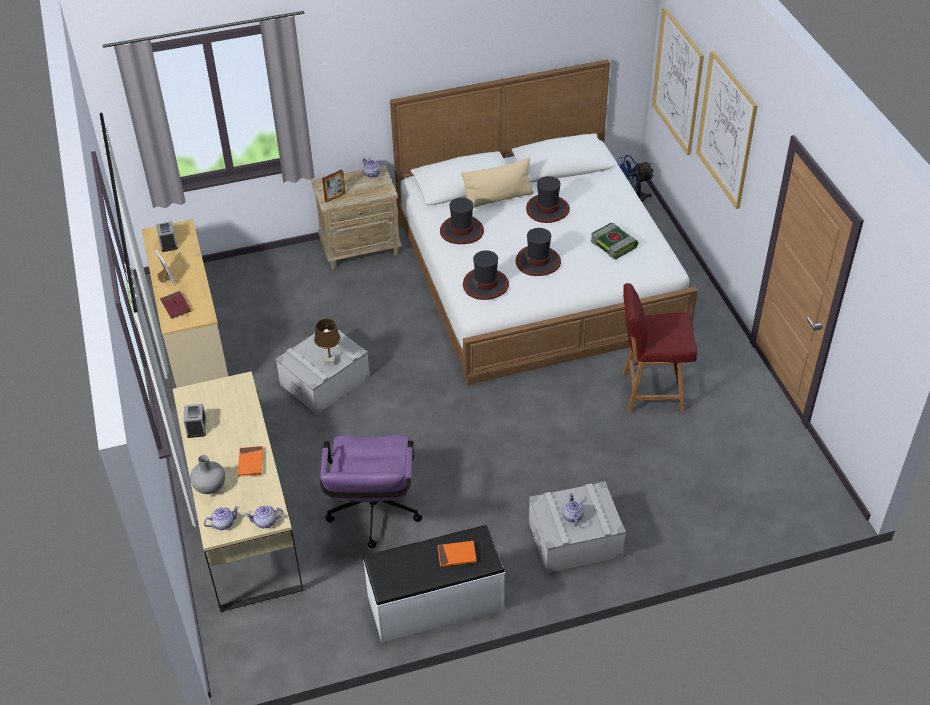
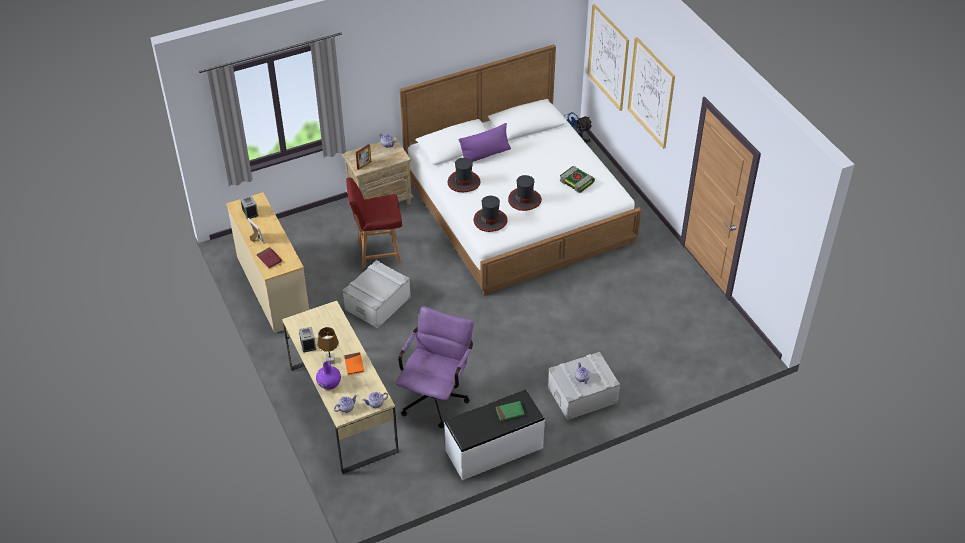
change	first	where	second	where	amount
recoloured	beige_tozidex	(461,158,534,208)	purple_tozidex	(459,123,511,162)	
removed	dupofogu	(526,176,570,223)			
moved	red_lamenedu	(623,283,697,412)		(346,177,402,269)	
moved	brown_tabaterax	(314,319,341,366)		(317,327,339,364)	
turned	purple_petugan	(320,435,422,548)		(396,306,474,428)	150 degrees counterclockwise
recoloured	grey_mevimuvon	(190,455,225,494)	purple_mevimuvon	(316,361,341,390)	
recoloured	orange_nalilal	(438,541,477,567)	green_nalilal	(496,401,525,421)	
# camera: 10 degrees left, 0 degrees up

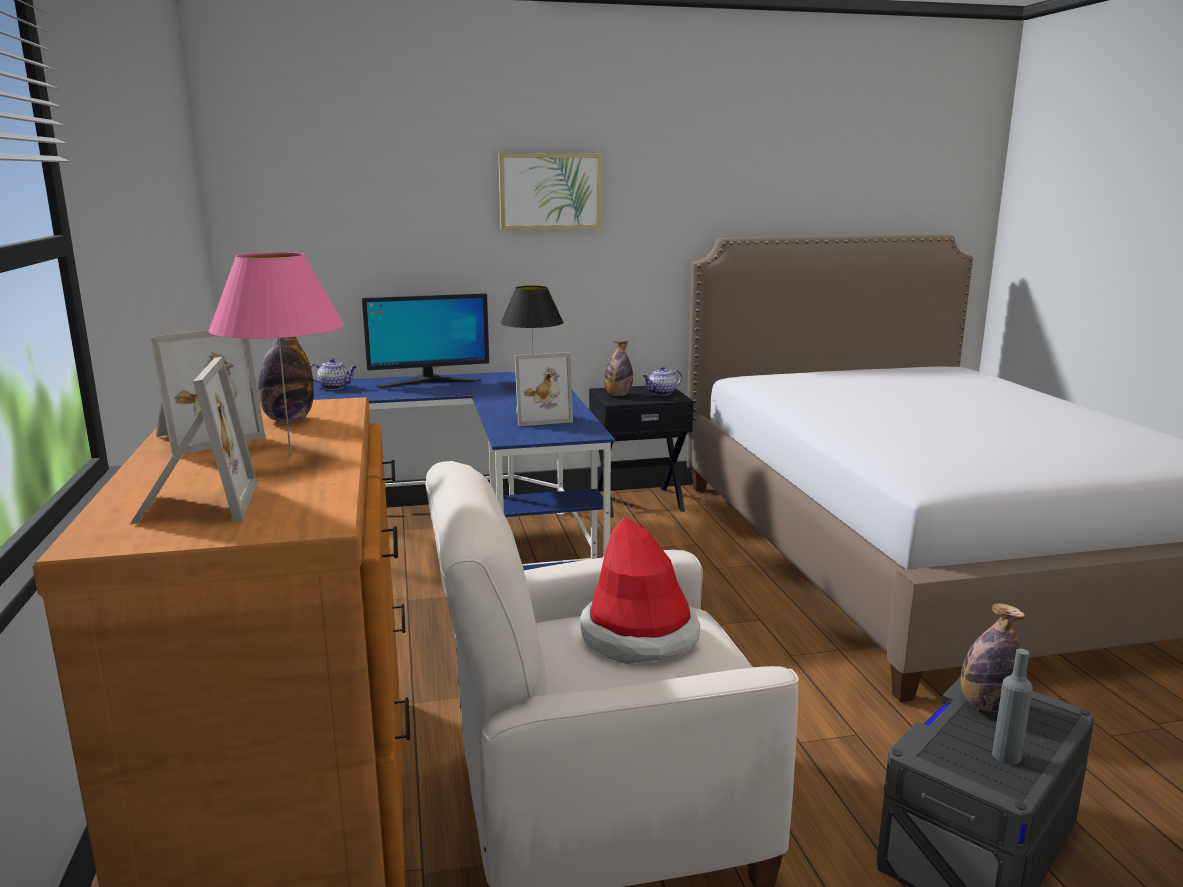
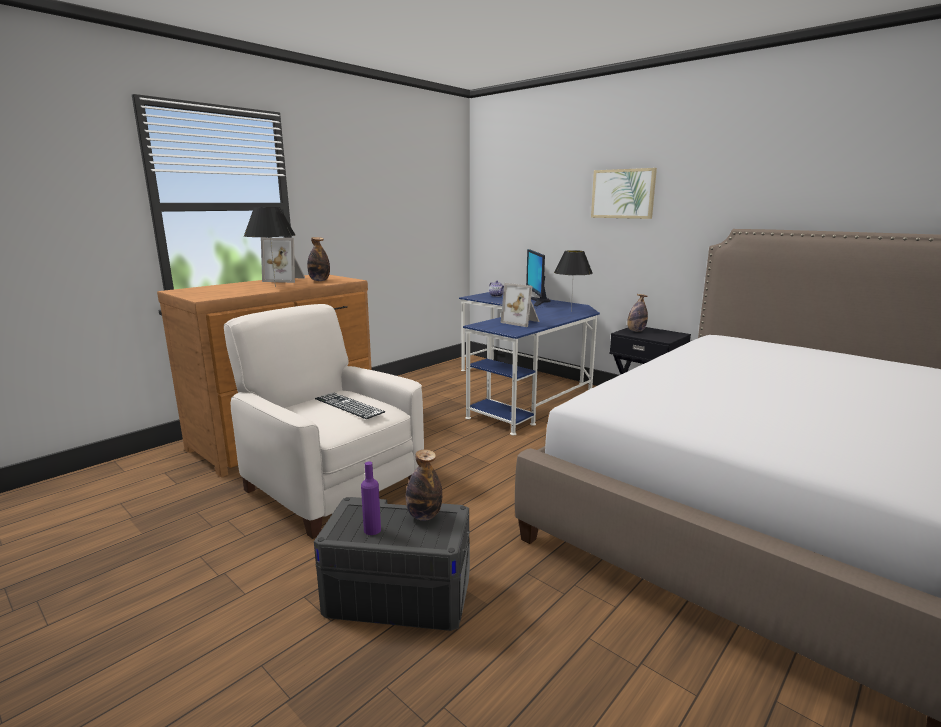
change	first	where	second	where	amount
recoloured	pink_tabaterax	(208,252,344,456)	black_tabaterax	(244,207,295,287)	
turned	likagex	(362,293,489,388)		(526,249,551,306)	45 degrees clockwise
removed	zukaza	(130,356,258,524)			
removed	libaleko	(643,366,682,395)			
replaced	dupofogu	(580,517,700,664)	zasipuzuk	(315,392,385,419)	
recoloured	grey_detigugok	(992,649,1033,765)	purple_detigugok	(361,462,381,535)	
# camera: 55 degrees right, 0 degrees up

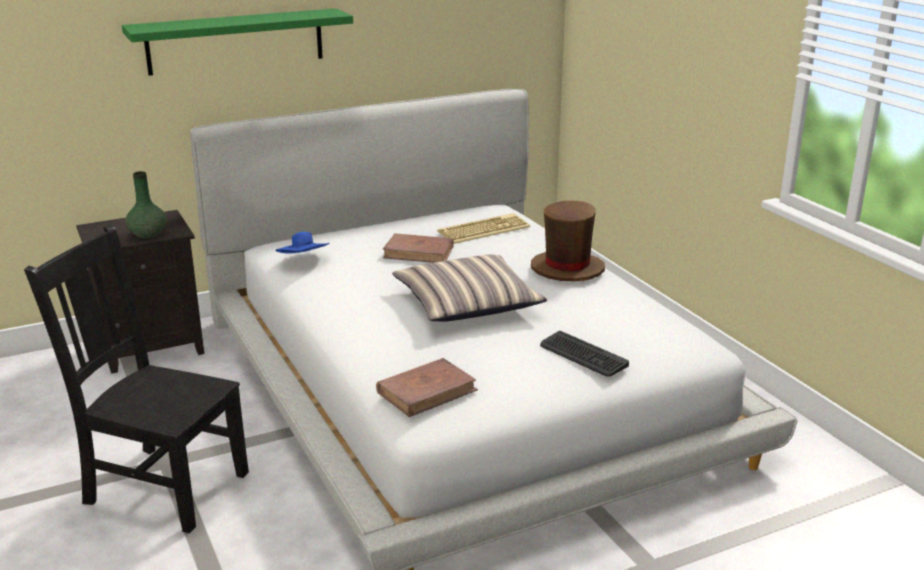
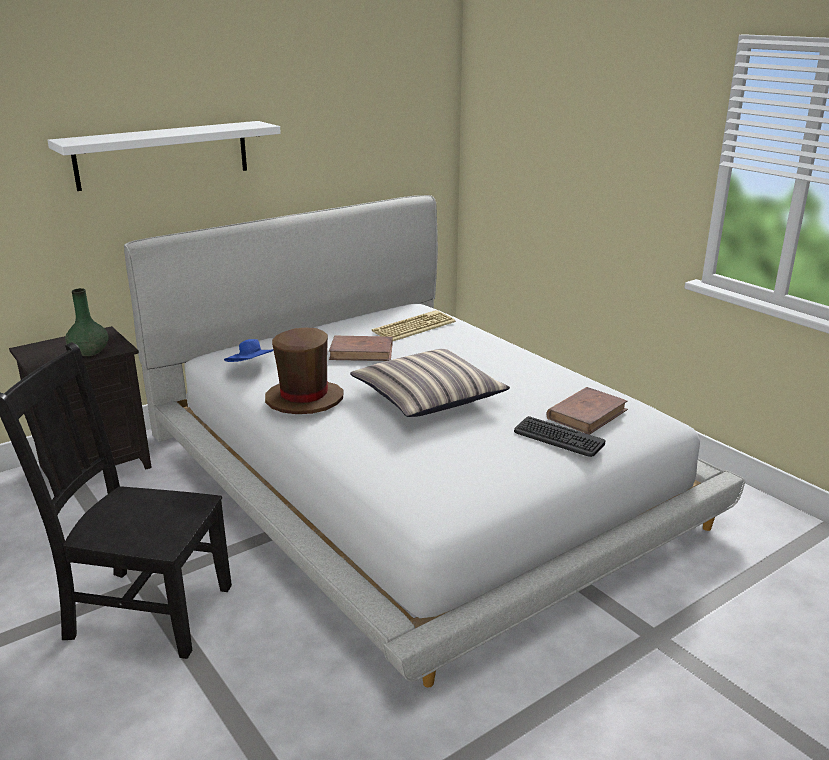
change	first	where	second	where	amount
recoloured	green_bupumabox	(122,8,353,76)	white_bupumabox	(47,121,281,191)	
moved	brown_dupofogu	(531,201,605,282)		(265,328,343,414)	
moved	brown_nalilal	(376,358,478,417)		(547,387,628,435)	
# camera: 10 degrees left, 0 degrees up

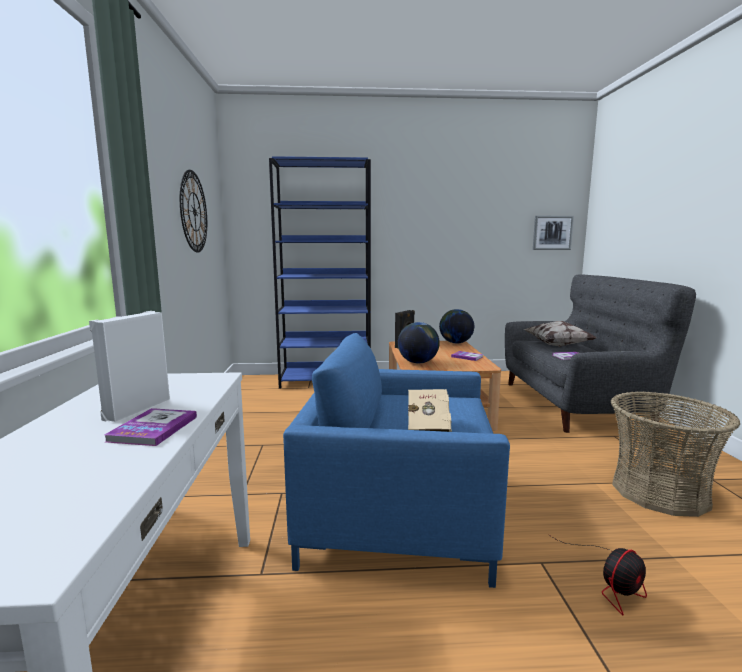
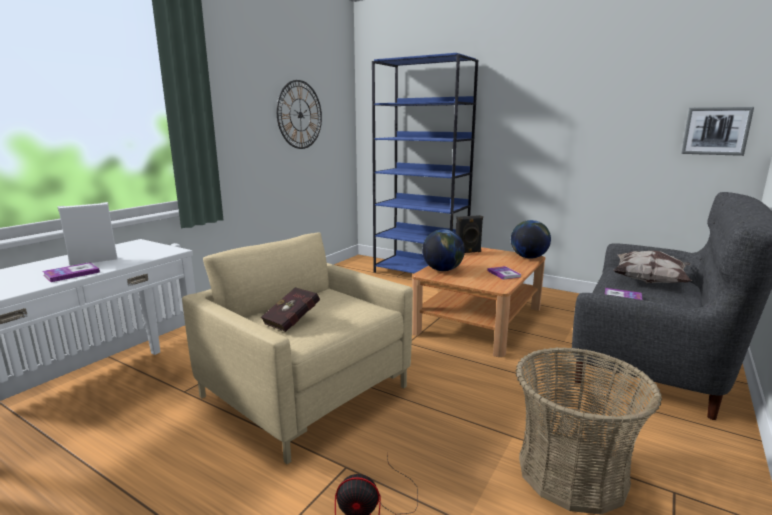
change	first	where	second	where	amount
recoloured	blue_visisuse	(283,333,510,588)	beige_visisuse	(182,232,413,464)	
recoloured	beige_nalilal	(408,389,452,432)	red_nalilal	(261,287,320,332)	
# camera: 35 degrees right, 5 degrees up

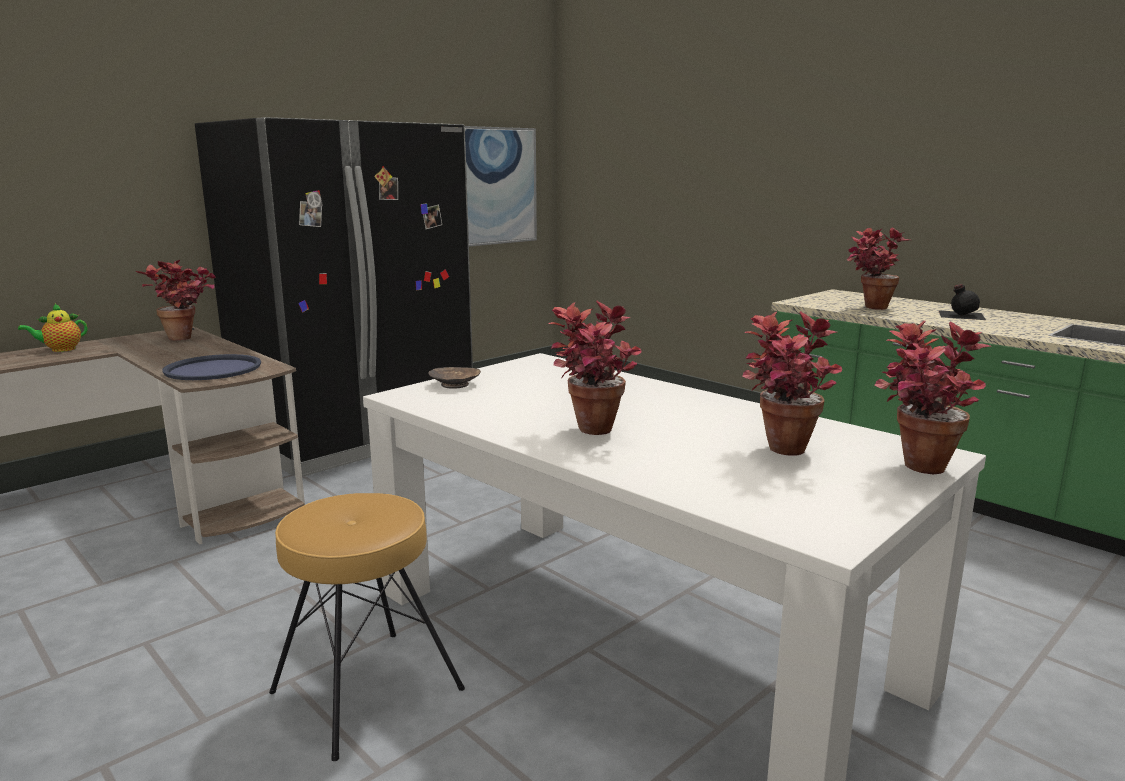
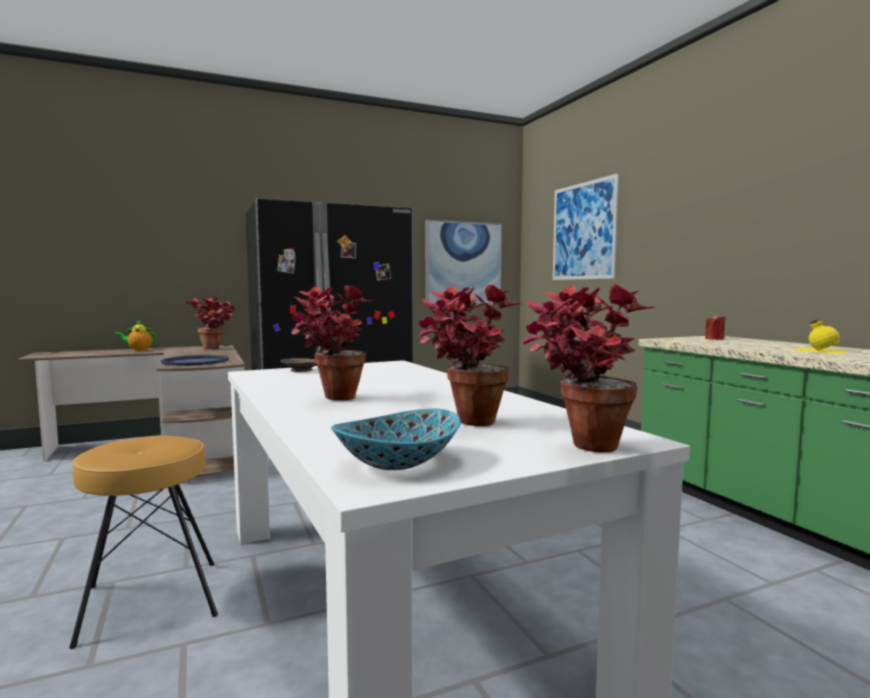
change	first	where	second	where	amount
removed	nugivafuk	(847,227,910,310)			
recoloured	black_detigugok	(938,284,986,320)	yellow_detigugok	(794,320,847,354)	
added			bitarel	(553,173,619,280)	
added			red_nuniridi	(705,314,726,340)	
added			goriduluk	(331,409,461,470)	
# camera: 20 degrees right, 10 degrees down

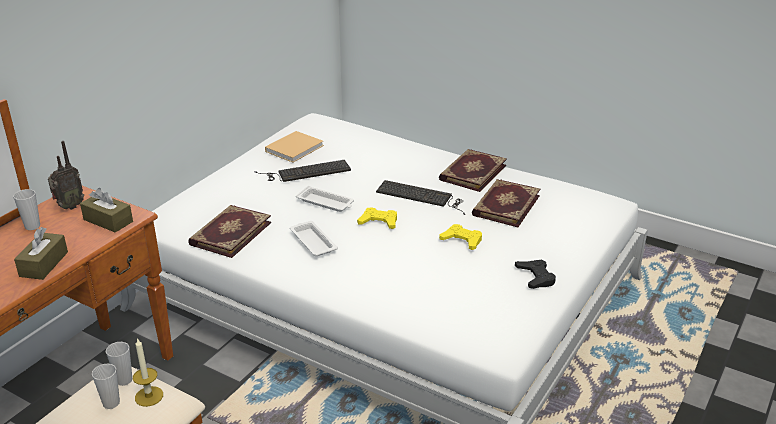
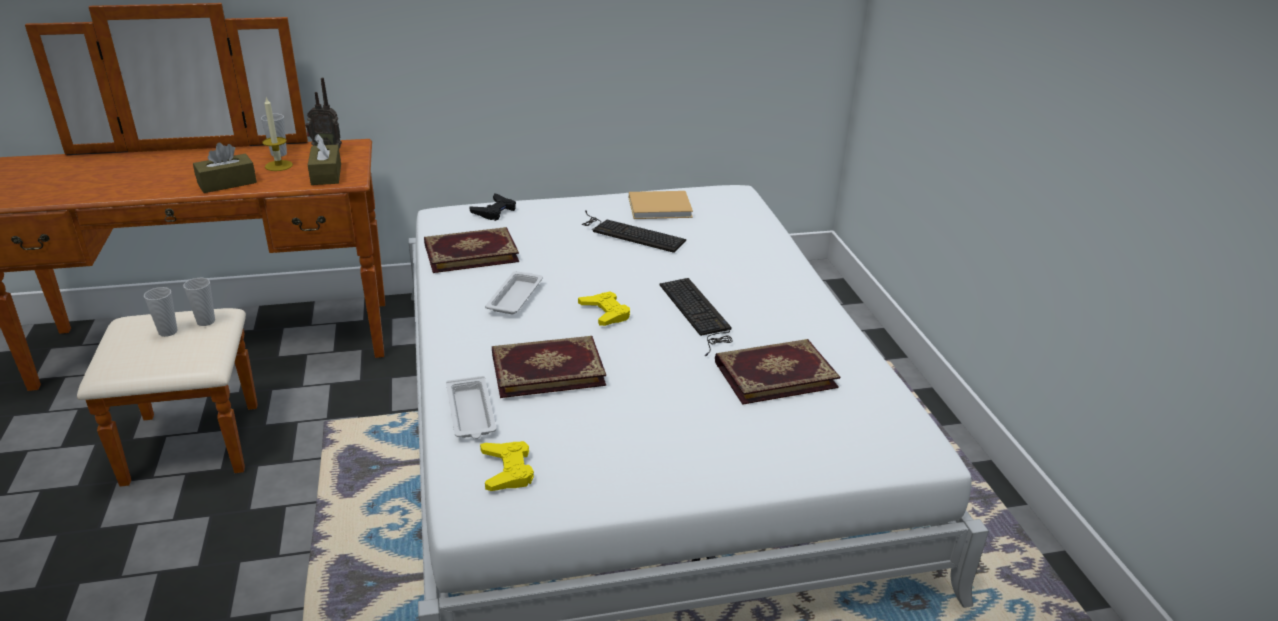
change	first	where	second	where	amount
moved	nalilal	(439,149,507,192)		(492,336,606,398)	
moved	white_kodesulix	(296,186,354,212)		(446,376,496,439)	
moved	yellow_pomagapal	(439,224,482,250)		(480,441,534,491)	
moved	black_pomagapal	(515,260,556,289)		(469,193,516,221)	
moved	nuniridi	(133,338,163,407)		(262,97,293,171)	
# camera: 45 degrees right, 0 degrees up

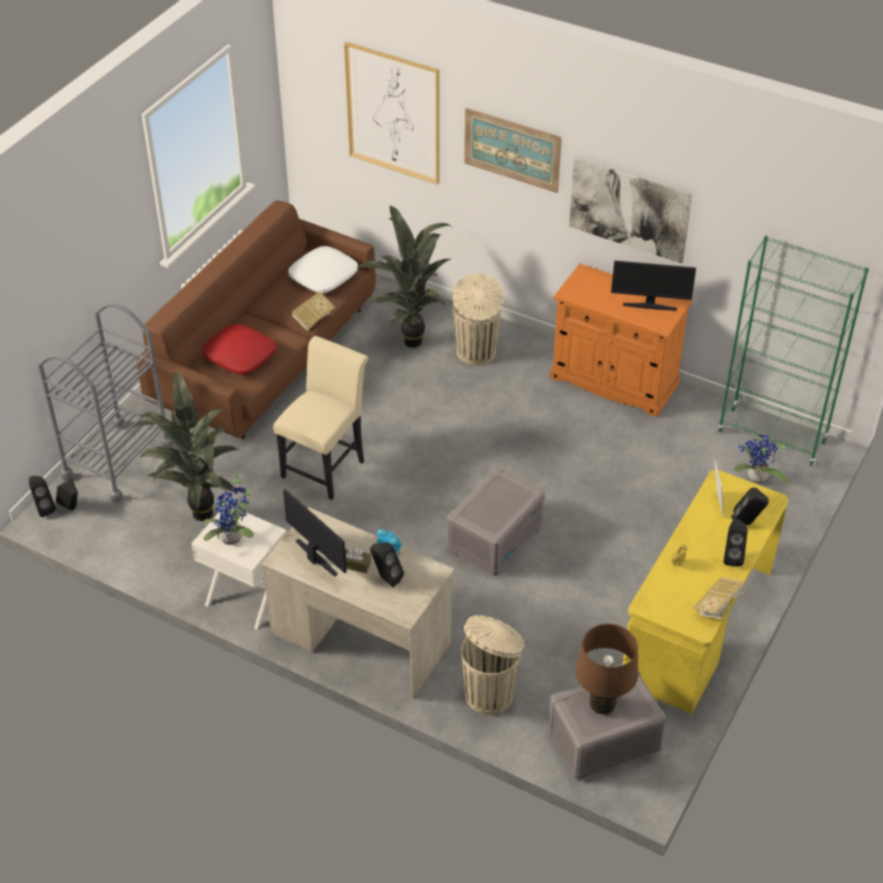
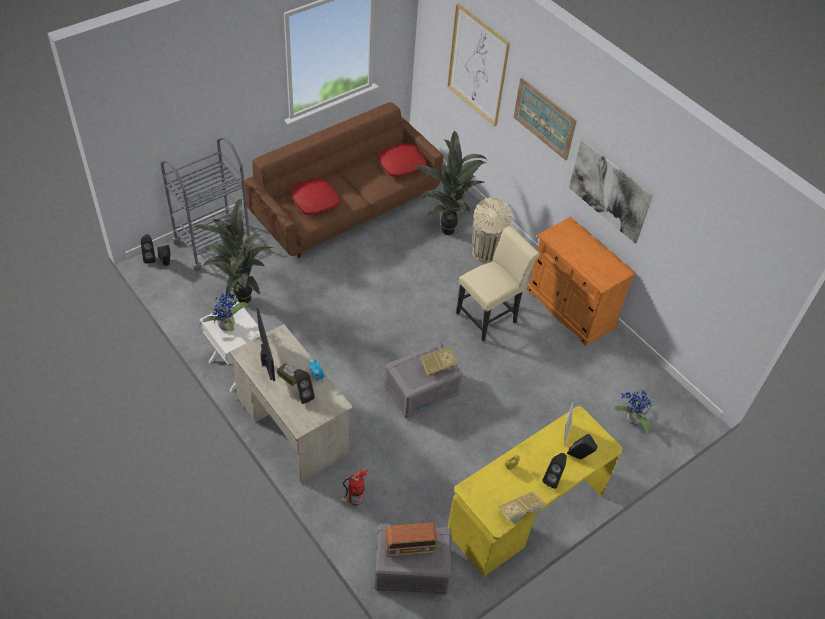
change	first	where	second	where	amount
removed	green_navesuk	(717,236,869,466)			
recoloured	white_tozidex	(288,246,358,293)	red_tozidex	(377,144,427,177)	
removed	likagex	(611,260,696,311)			
moved	nalilal	(292,291,336,330)		(420,346,458,375)	
moved	beige_lamenedu	(273,336,368,500)		(456,226,540,341)	
replaced	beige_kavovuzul	(461,615,525,715)	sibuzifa	(342,469,368,506)	
replaced	brown_tabaterax	(575,624,638,715)	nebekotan	(386,522,437,556)	
# camera: 20 degrees right, 5 degrees up

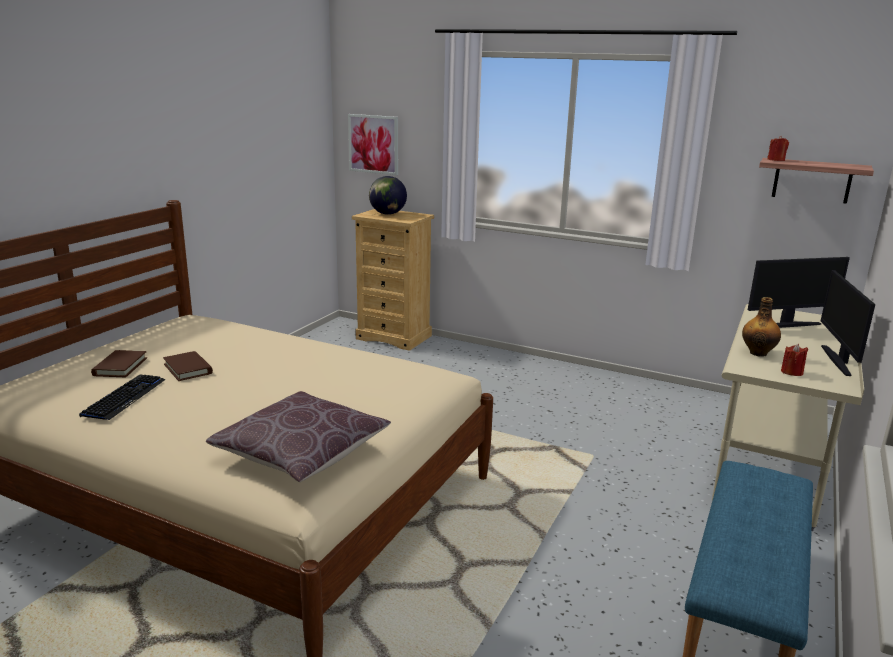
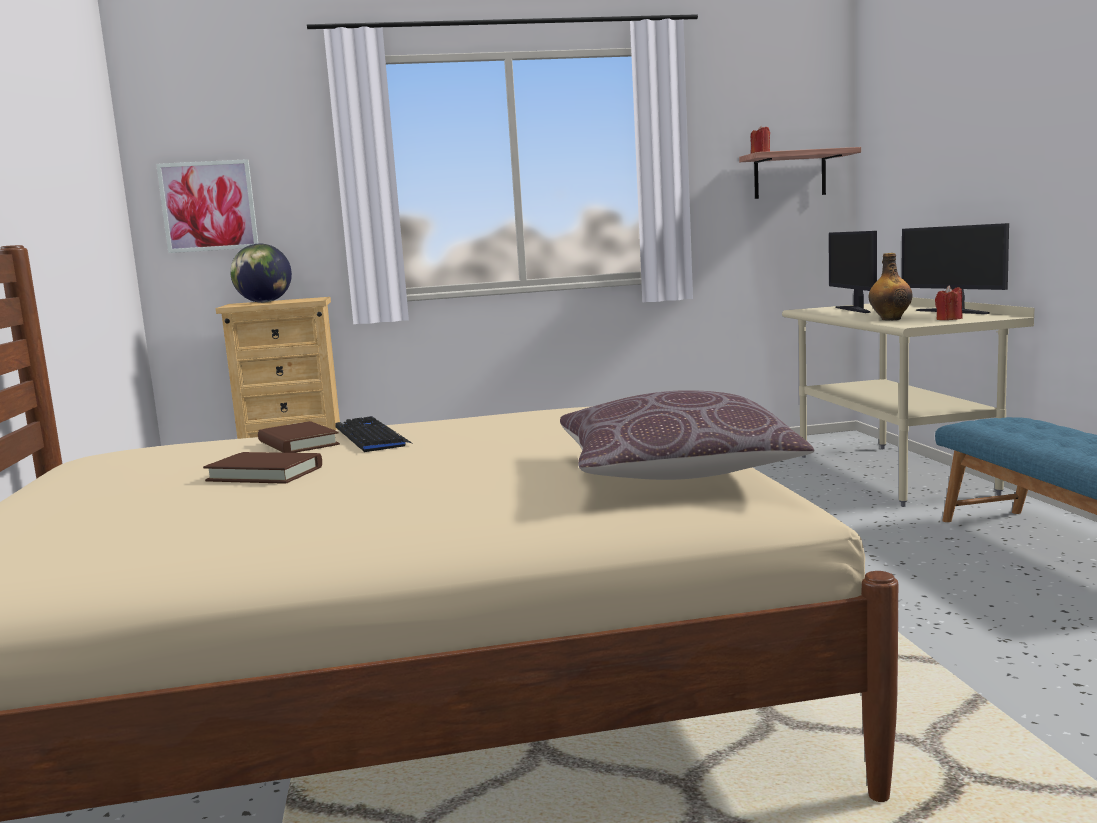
change	first	where	second	where	amount
turned	likagex	(748,257,850,328)		(829,231,877,313)	135 degrees clockwise
moved	brown_nalilal	(91,350,147,377)		(258,421,340,453)	
moved	zasipuzuk	(79,374,166,420)		(335,416,412,452)	
# camera: 35 degrees left, 10 degrees down

